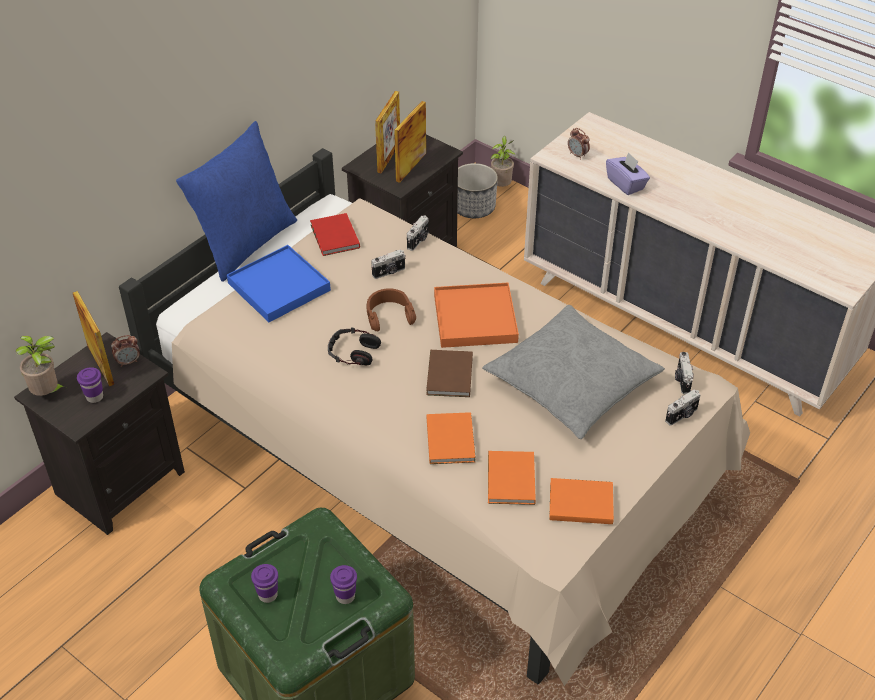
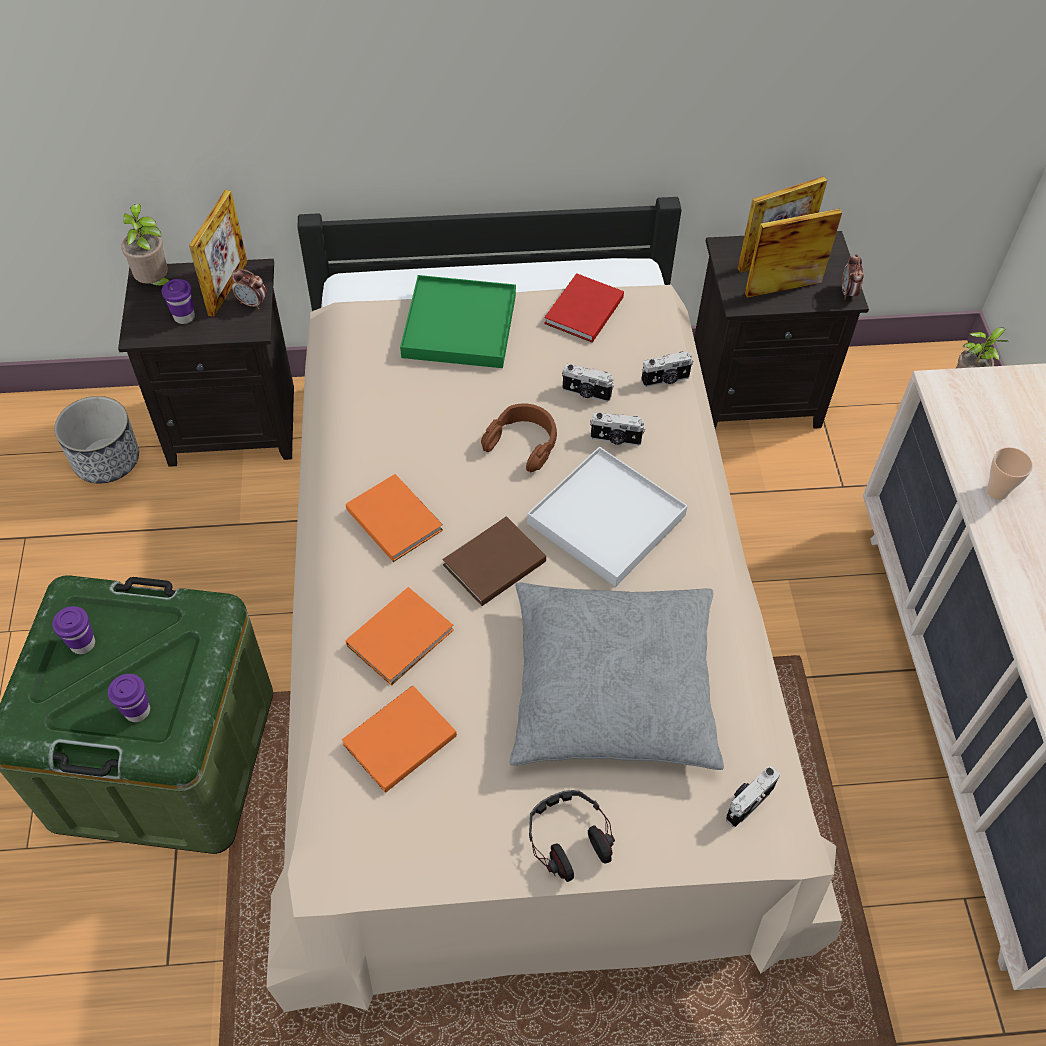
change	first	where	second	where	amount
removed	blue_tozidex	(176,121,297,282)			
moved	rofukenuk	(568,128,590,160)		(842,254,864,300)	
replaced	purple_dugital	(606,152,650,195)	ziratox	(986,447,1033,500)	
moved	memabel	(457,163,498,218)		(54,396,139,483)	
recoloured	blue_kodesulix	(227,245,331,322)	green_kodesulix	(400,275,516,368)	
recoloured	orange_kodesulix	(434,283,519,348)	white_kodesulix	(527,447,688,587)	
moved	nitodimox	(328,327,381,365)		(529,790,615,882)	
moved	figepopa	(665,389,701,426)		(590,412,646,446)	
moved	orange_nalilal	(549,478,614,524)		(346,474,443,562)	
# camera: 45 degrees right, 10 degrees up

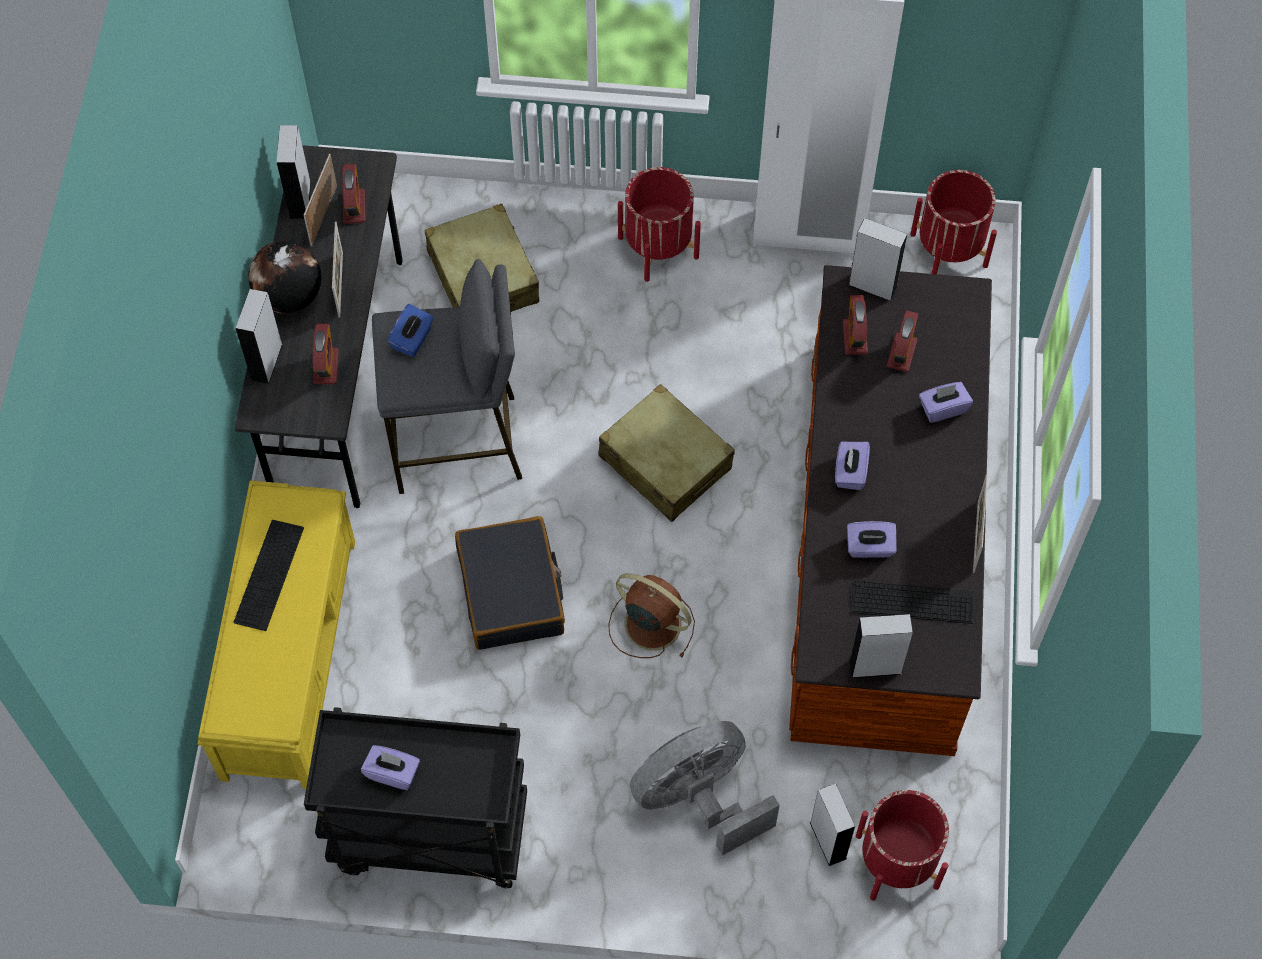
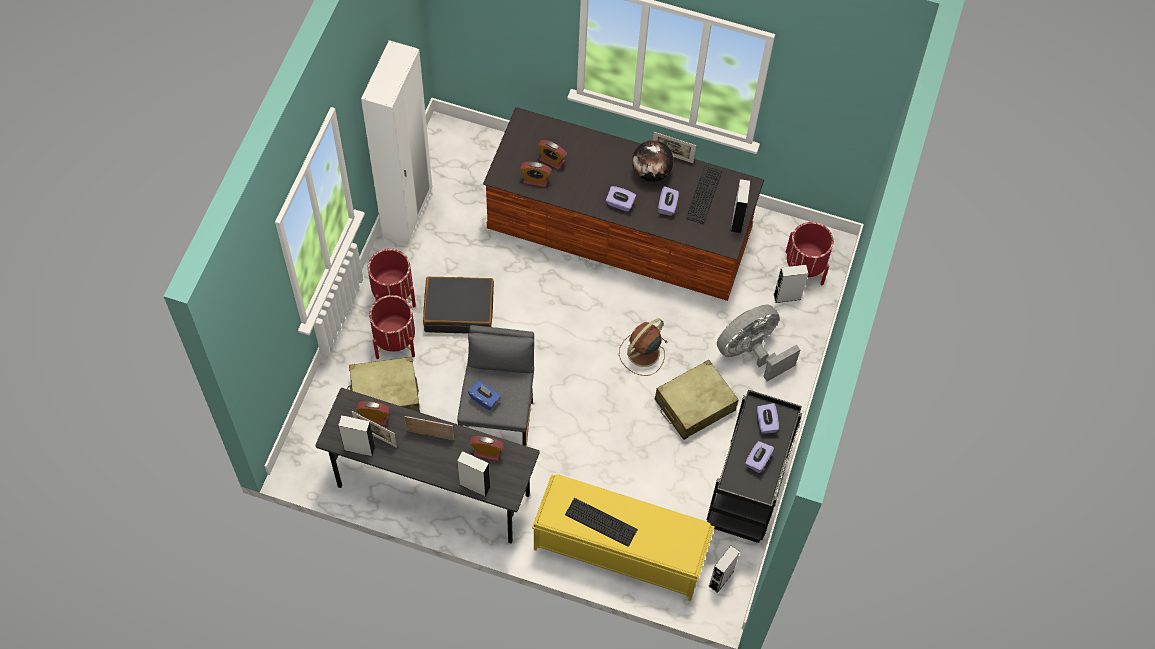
change	first	where	second	where	amount
moved	red_memabel	(910,170,997,274)		(369,295,415,359)	
moved	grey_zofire	(848,218,907,301)		(708,546,740,593)	
moved	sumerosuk	(248,241,321,314)		(632,140,673,182)	
moved	purple_dugital	(919,382,973,423)		(757,403,779,434)	
moved	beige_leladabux	(599,384,735,522)		(655,360,739,440)	
moved	black_leladabux	(455,516,565,650)		(423,277,494,334)	
turned	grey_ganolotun	(630,721,780,856)		(717,305,800,382)	75 degrees clockwise
# camera: 80 degrees left, 0 degrees up

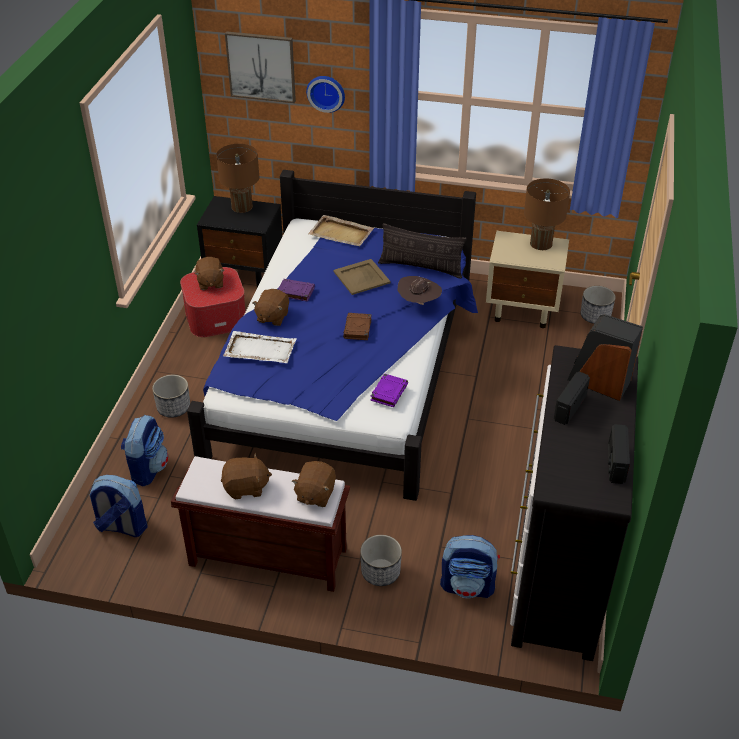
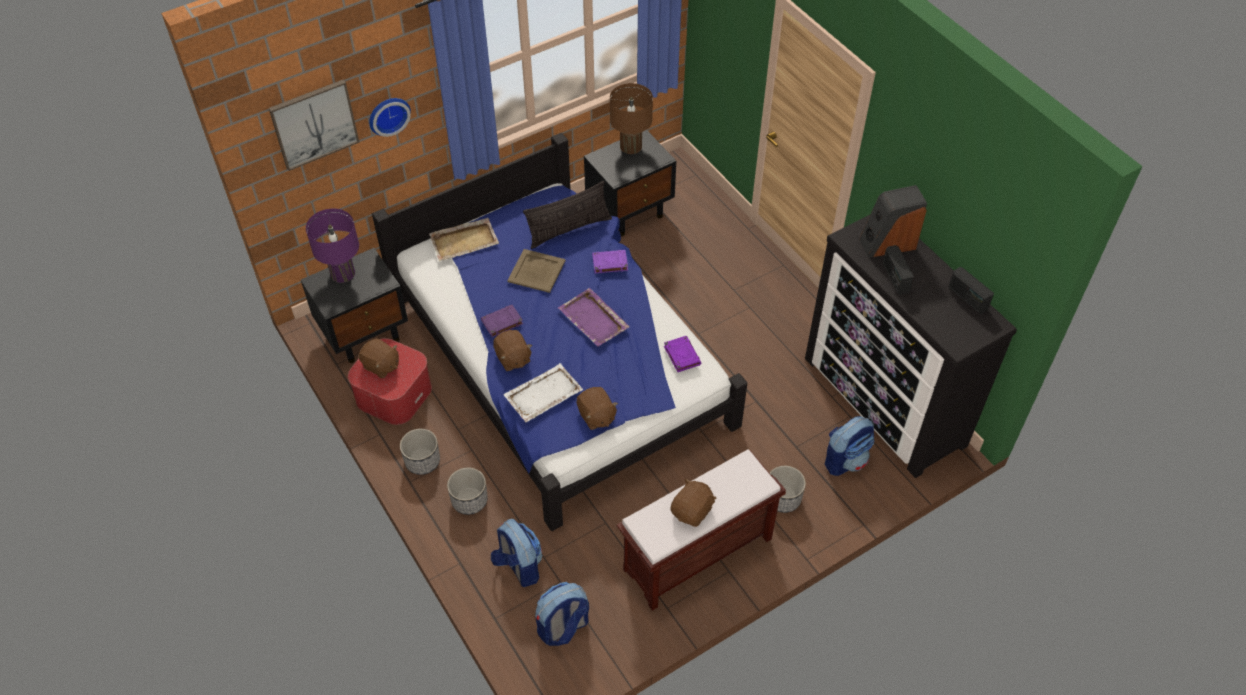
change	first	where	second	where	amount
recoloured	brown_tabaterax	(216,144,259,213)	purple_tabaterax	(306,209,359,283)	
recoloured	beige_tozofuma	(486,231,569,328)	black_tozofuma	(584,130,676,236)	
replaced	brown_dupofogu	(398,276,442,305)	purple_nalilal	(592,250,628,273)	
moved	memabel	(581,286,616,324)		(400,429,440,475)	
replaced	brown_nalilal	(343,313,371,340)	purple_kodesulix	(558,288,630,347)	
moved	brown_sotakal	(292,461,336,507)		(577,387,618,430)	
# camera: 45 degrees left, 10 degrees up

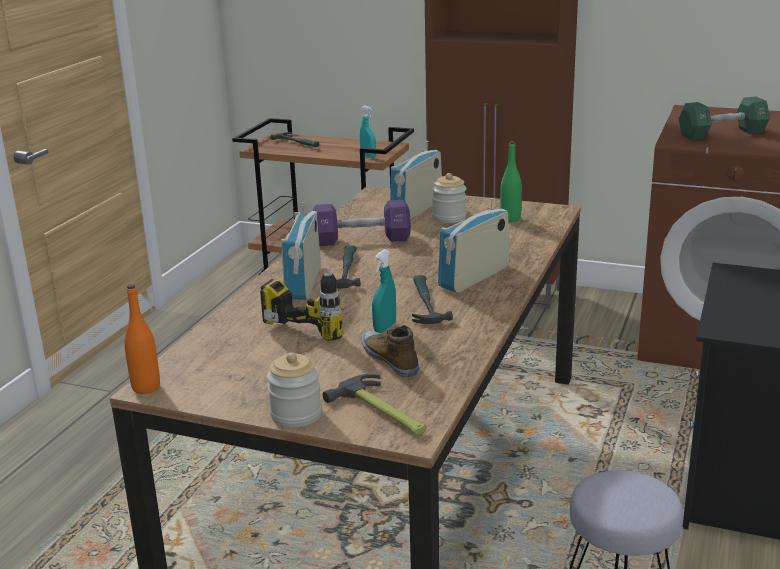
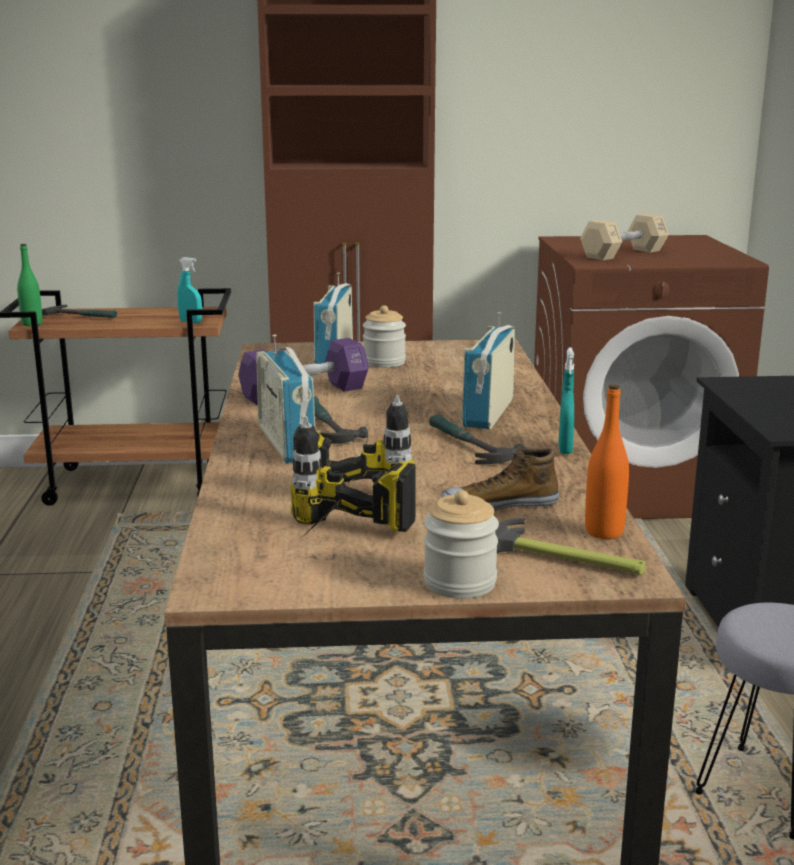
change	first	where	second	where	amount
recoloured	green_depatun	(679,96,770,140)	beige_depatun	(580,214,669,260)	
moved	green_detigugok	(500,141,522,222)		(17,244,42,326)	
moved	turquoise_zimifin	(372,249,396,333)		(558,347,574,454)	
moved	orange_detigugok	(124,284,160,394)		(585,384,629,539)	
turned	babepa	(361,325,419,377)		(441,446,559,511)	45 degrees counterclockwise
added			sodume	(290,416,416,533)	
# camera: 25 degrees left, 5 degrees down

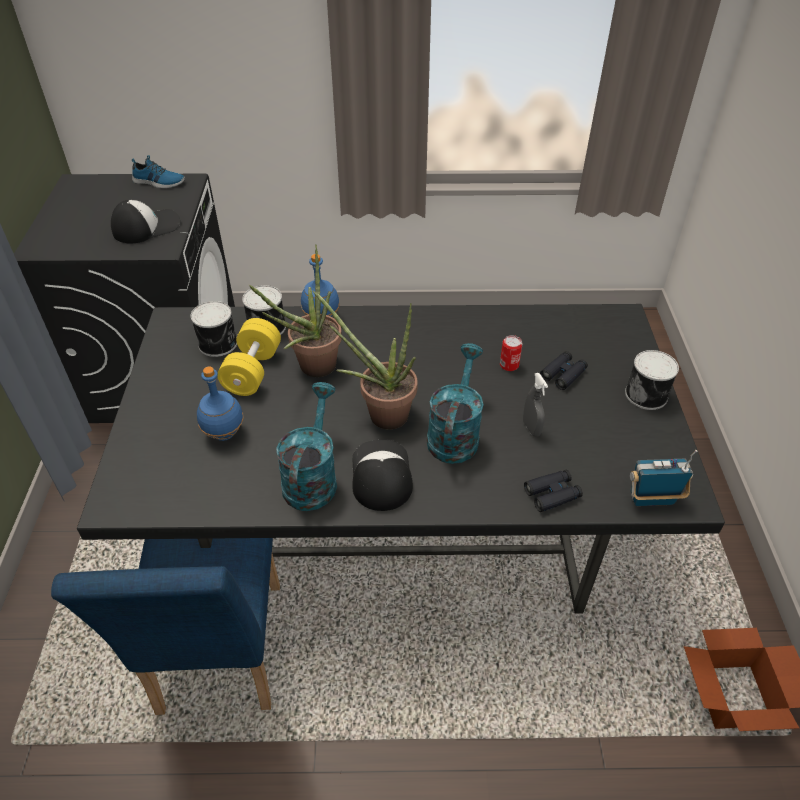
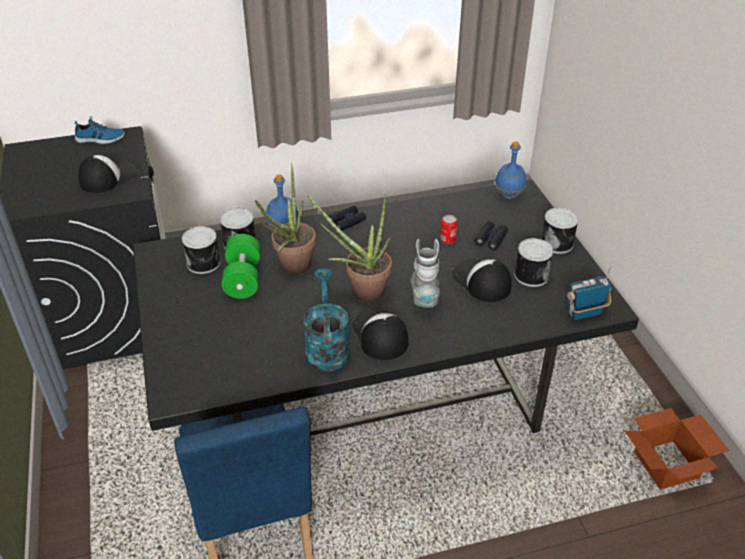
change	first	where	second	where	amount
recoloured	yellow_depatun	(217,318,281,396)	green_depatun	(222,234,260,299)	
replaced	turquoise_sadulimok	(427,343,484,464)	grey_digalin	(411,239,440,308)	
moved	blue_detigugok	(197,367,244,441)		(495,142,526,199)	
replaced	grey_zimifin	(523,373,548,437)	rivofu	(452,259,512,302)	
moved	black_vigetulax	(524,470,583,512)		(328,206,366,231)	
added			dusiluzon	(514,238,554,287)	
# camera: 15 degrees left, 5 degrees down

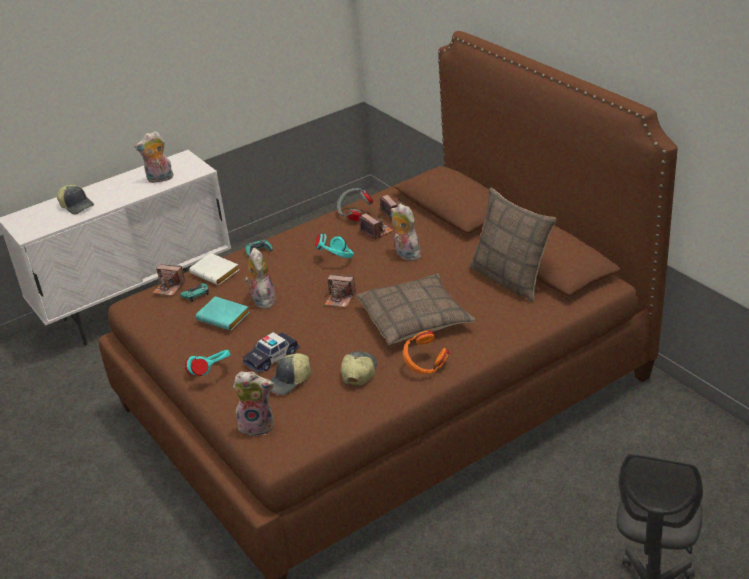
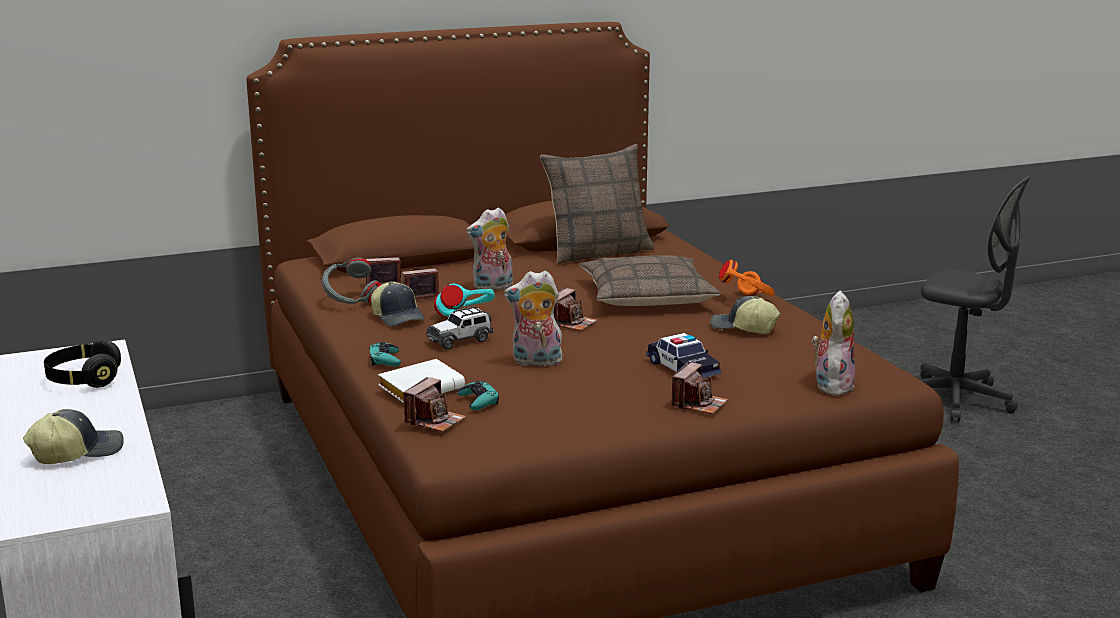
change	first	where	second	where	amount
replaced	sotakal	(135,131,174,183)	black_nitodimox	(44,339,121,388)	
removed	turquoise_nalilal	(196,296,250,331)			
replaced	turquoise_nitodimox	(185,350,231,376)	figepopa	(671,362,728,414)	
moved	rivofu	(270,353,311,395)		(371,282,425,327)	
added			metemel	(426,306,494,350)	
# camera: 80 degrees left, 15 degrees down

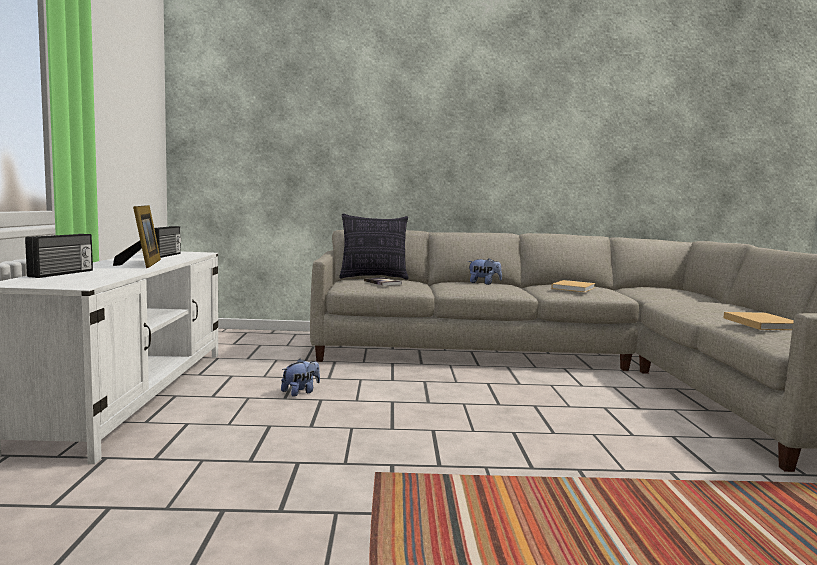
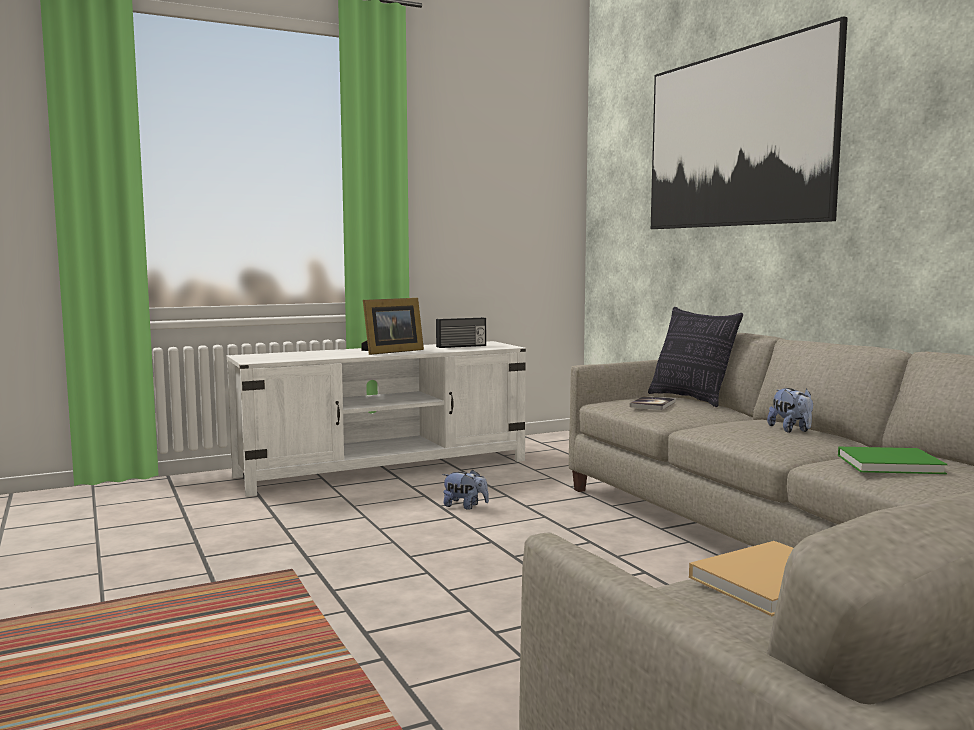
change	first	where	second	where	amount
removed	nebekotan	(25,234,93,278)			
recoloured	beige_nalilal	(551,280,596,292)	green_nalilal	(838,447,948,474)	
added			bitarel	(651,16,848,229)	
# camera: 65 degrees right, 0 degrees up

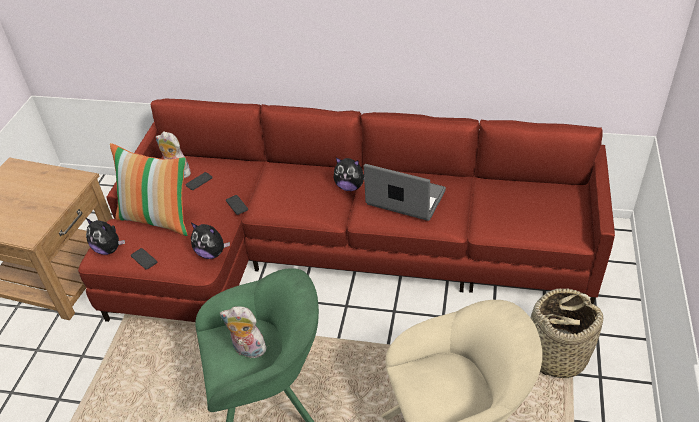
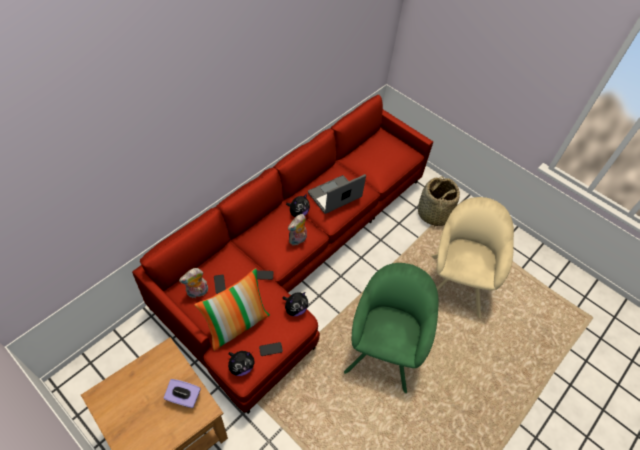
change	first	where	second	where	amount
moved	sotakal	(220,306,267,361)		(288,214,307,246)	
added			purple_dugital	(164,379,201,408)	
# camera: 65 degrees left, 10 degrees up

